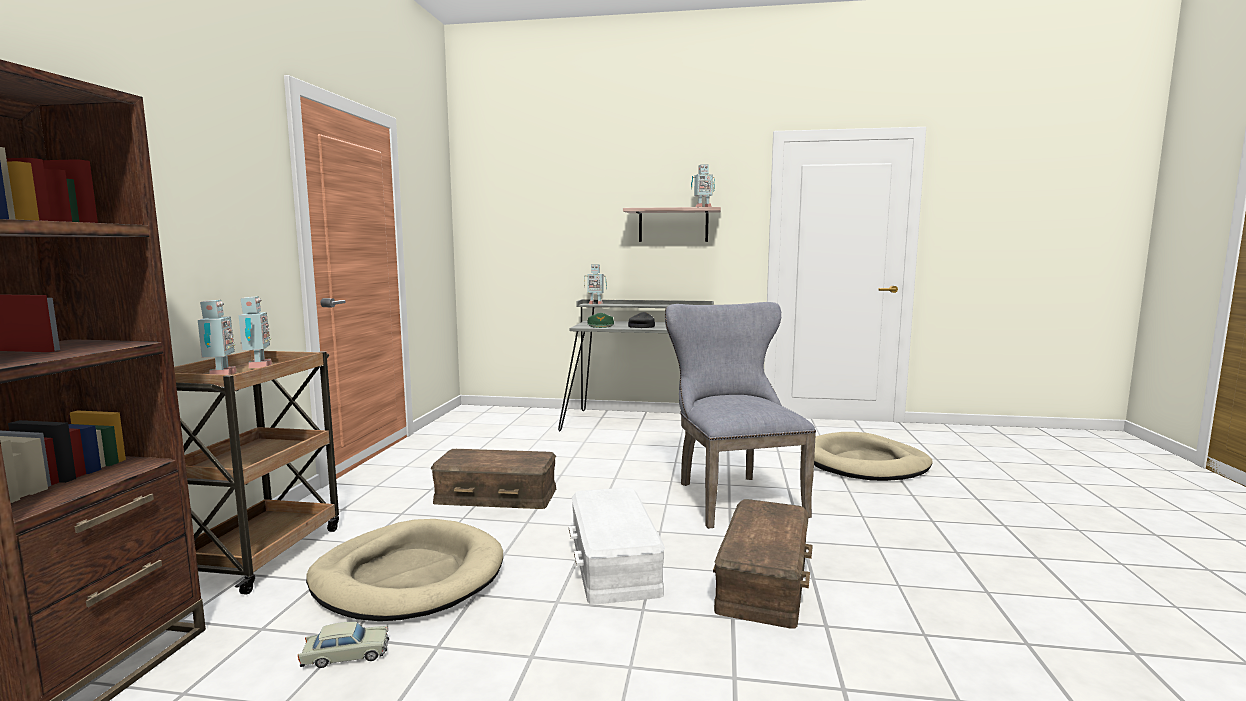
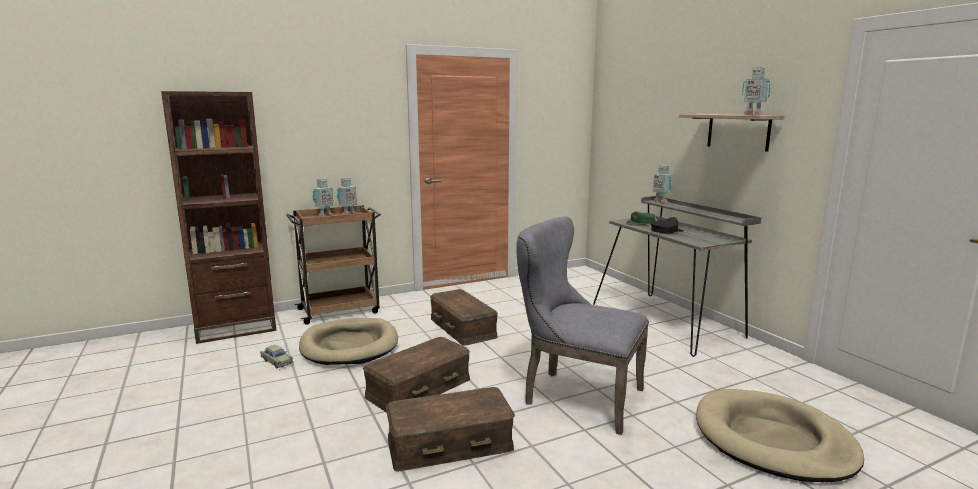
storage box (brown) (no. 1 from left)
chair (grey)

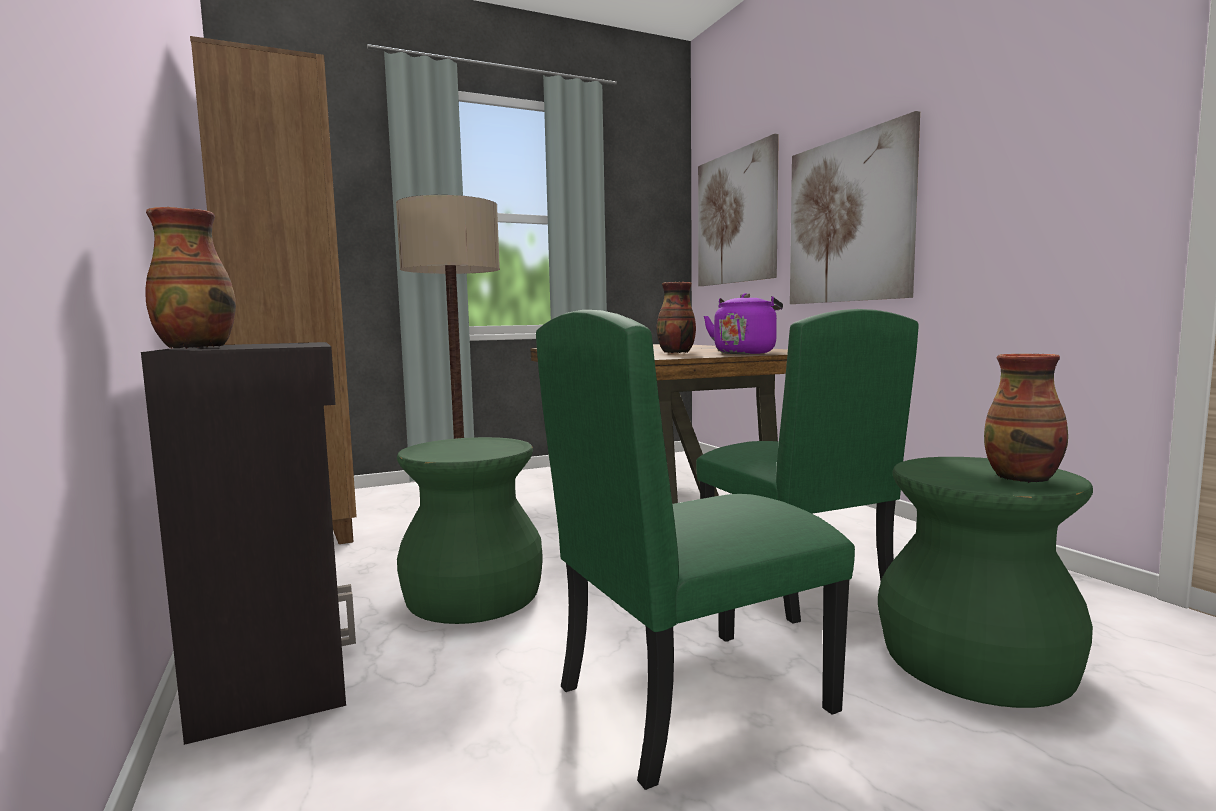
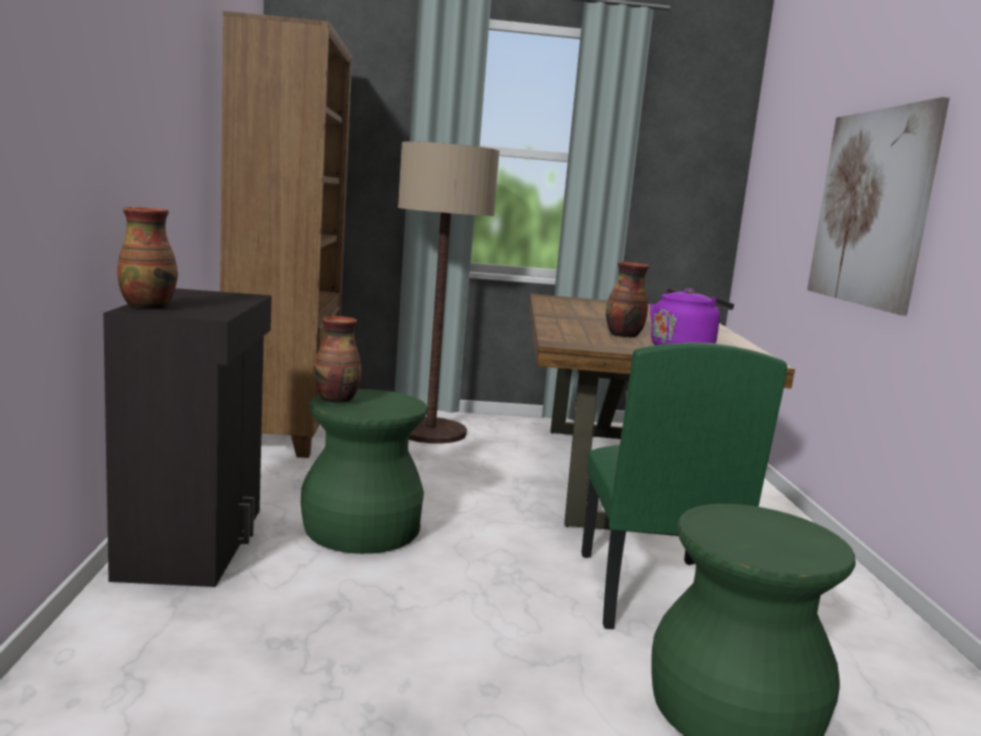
vase (no. 2 from left)
chair (green) (no. 1 from left in the first image)
picture (no. 1 from left in the first image)

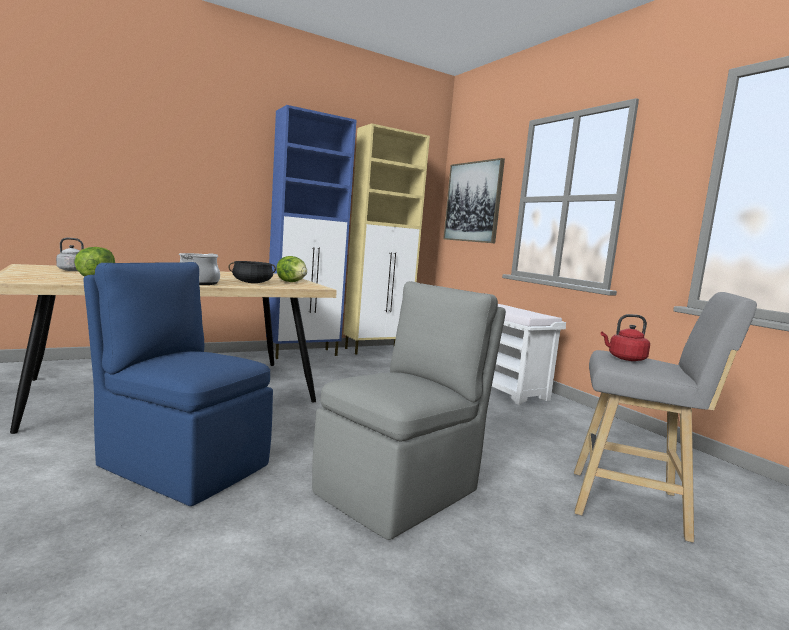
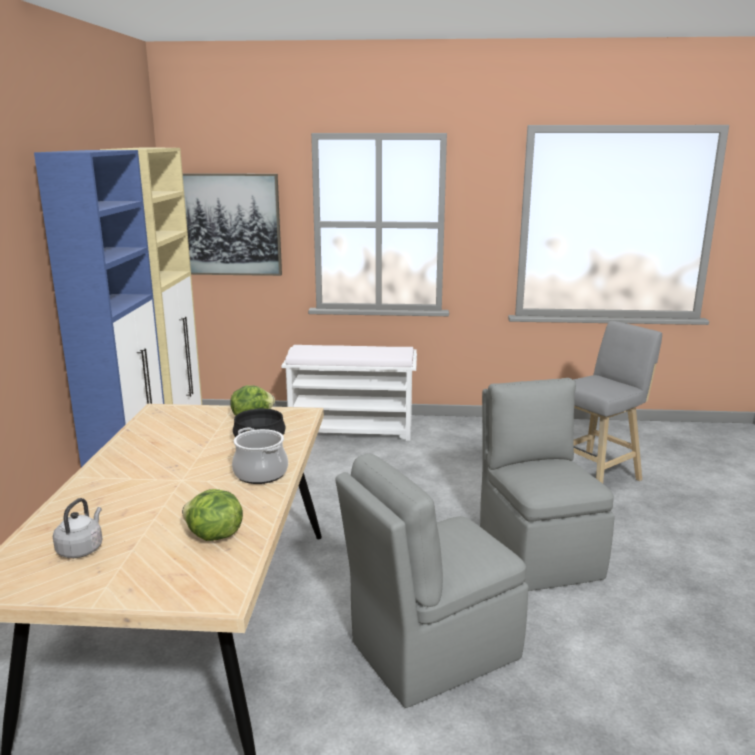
chair (grey) (no. 1 from left)
kettle (red)

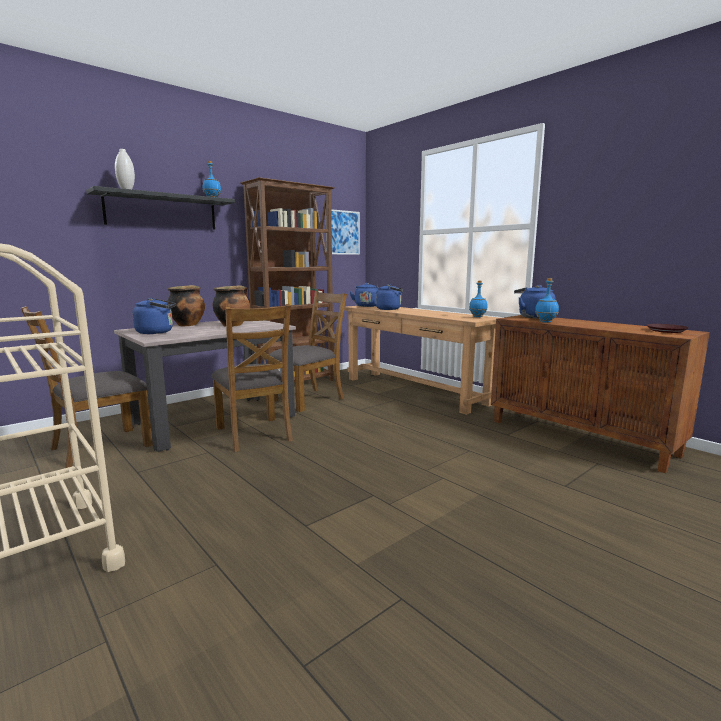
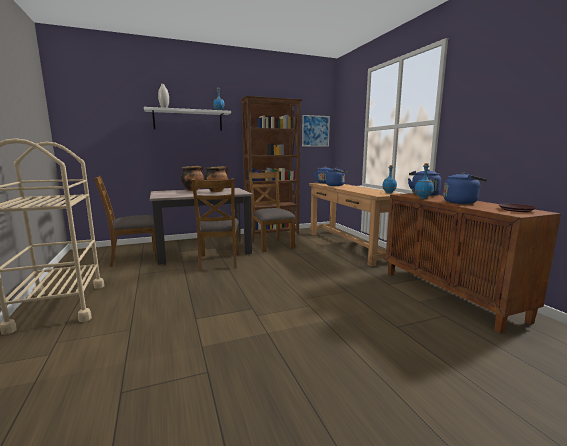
shelf (white)
chair (brown) (no. 3 from left)
kettle (blue) (no. 4 from left)

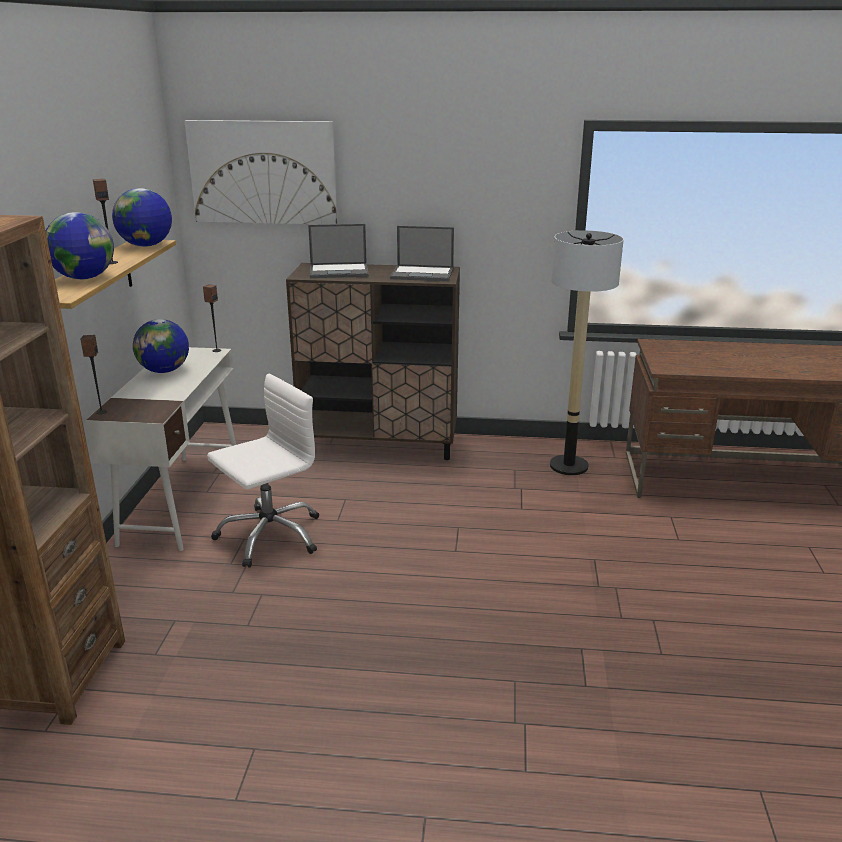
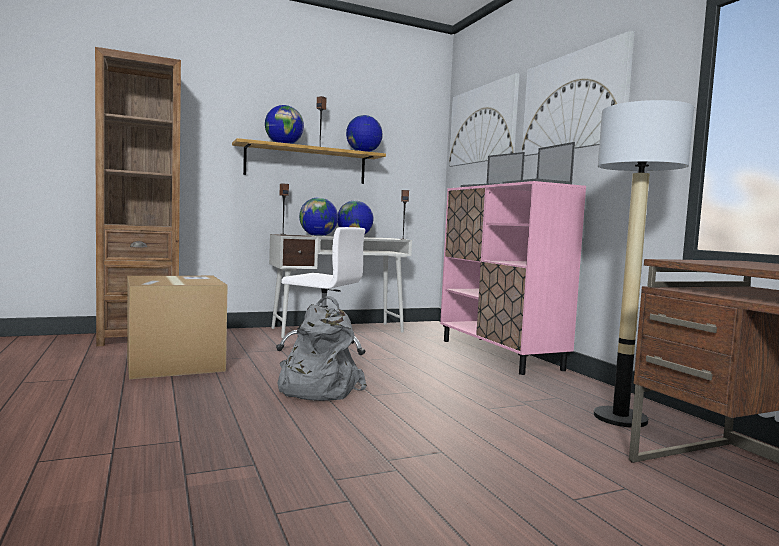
cardboard box
backpack (grey)
globe (no. 2 from left)
cabinet (pink)
picture (no. 2 from left)

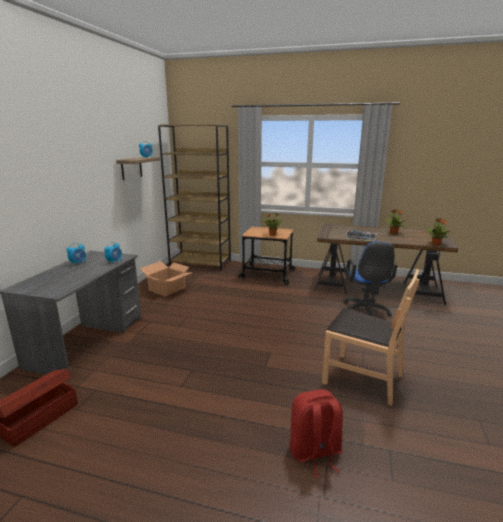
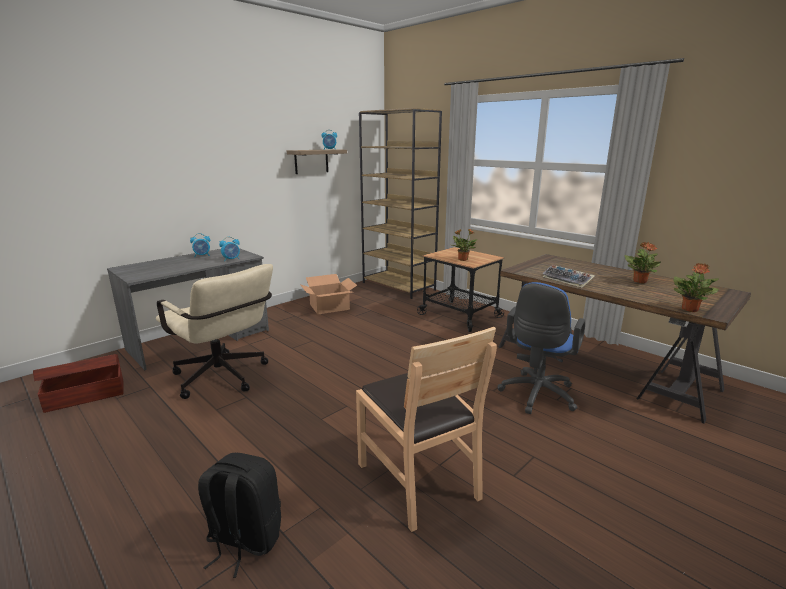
office chair (beige)
backpack (black)

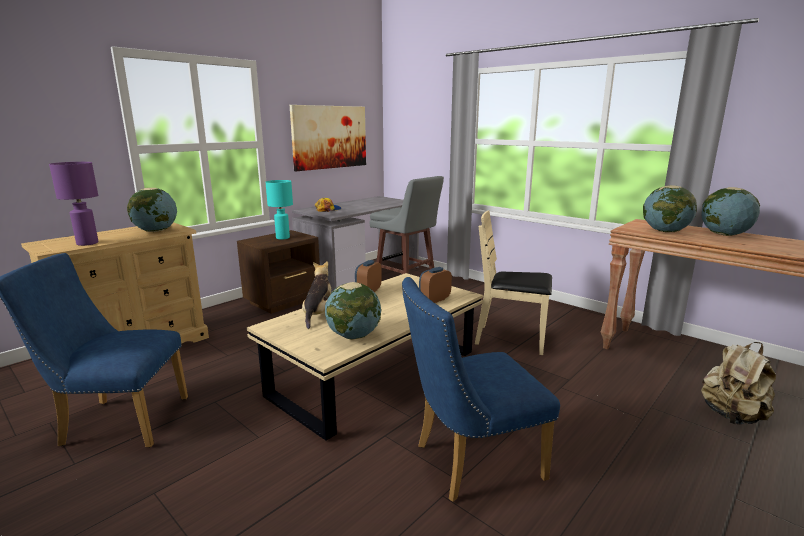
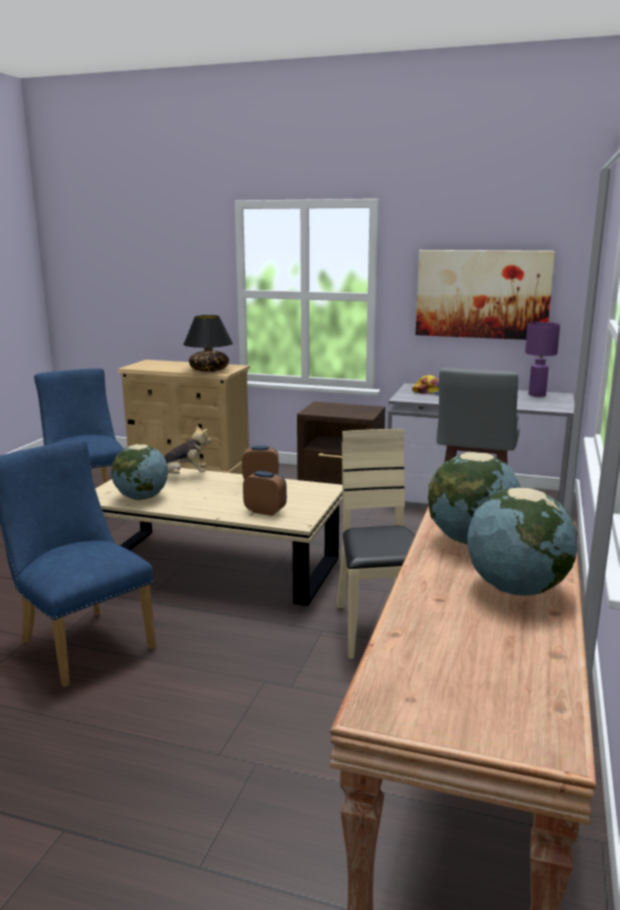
table lamp (black)
table lamp (purple)
table lamp (turquoise)
backpack (beige)

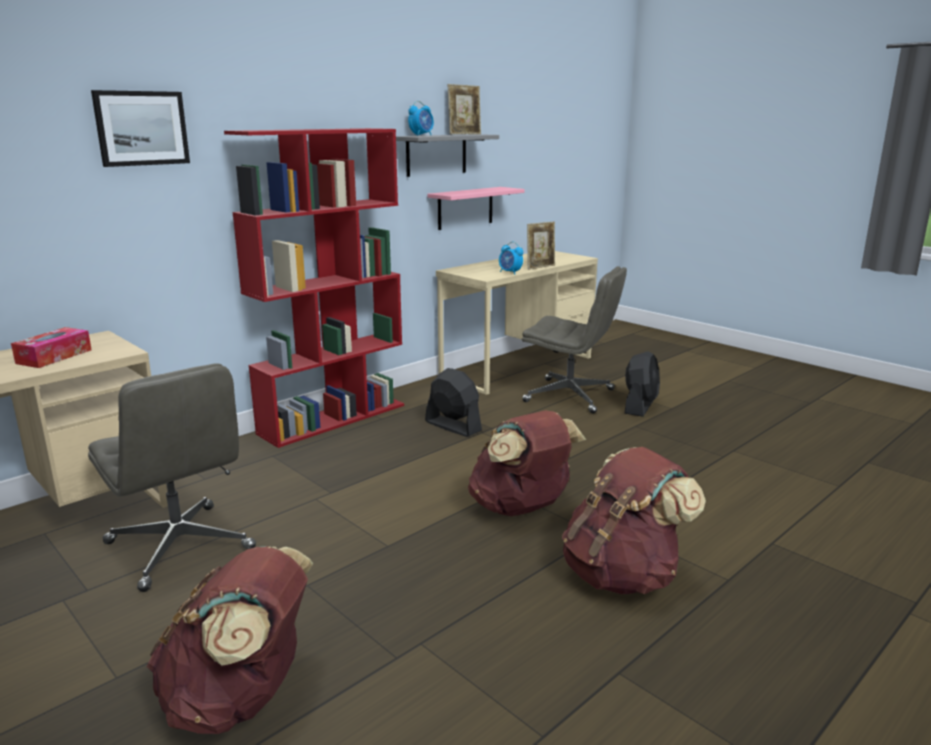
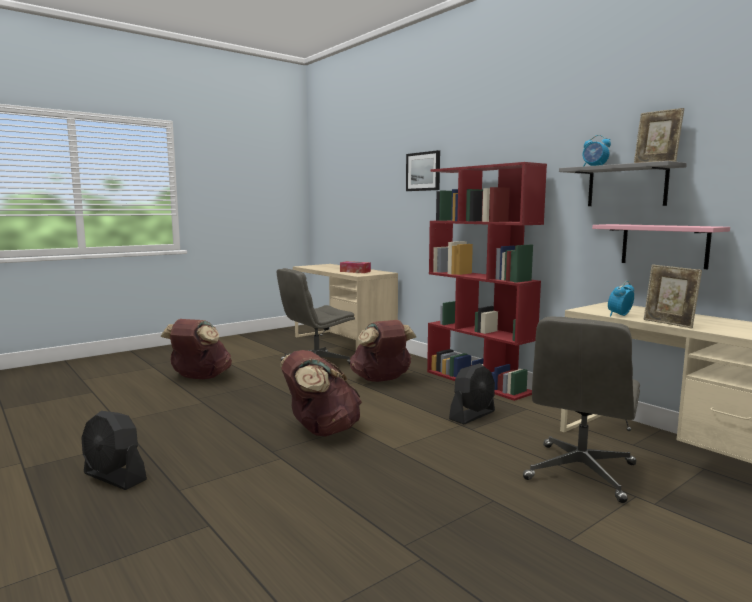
fan (black) (no. 1 from left)
backpack (brown) (no. 3 from left)

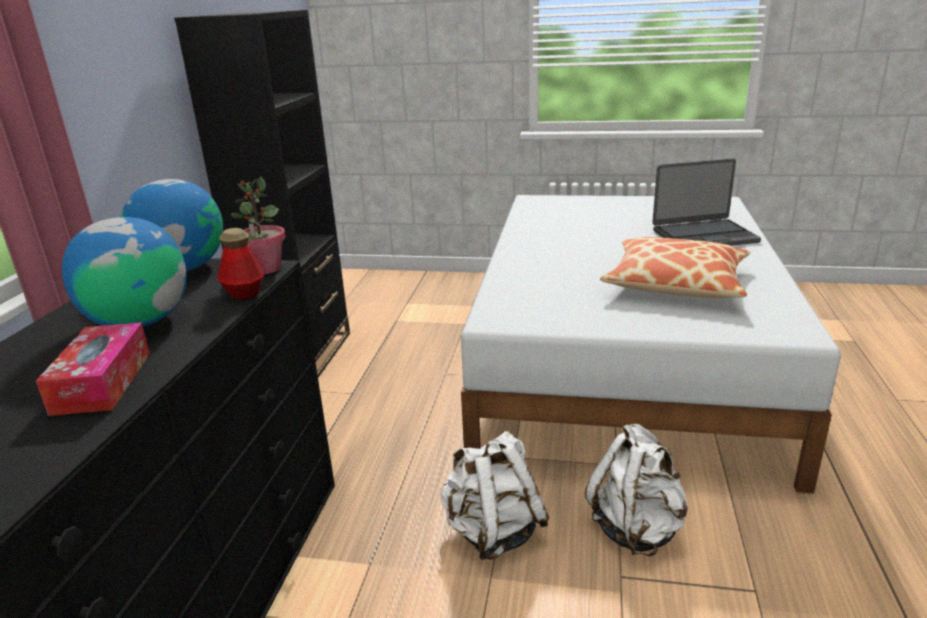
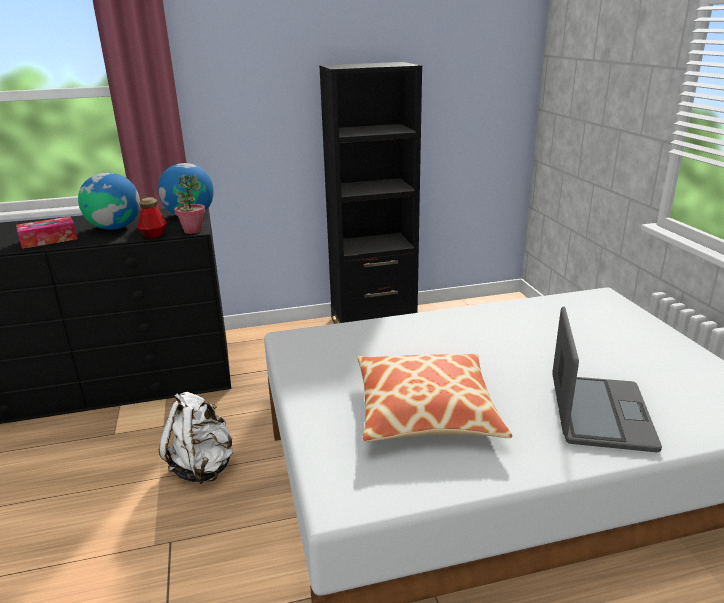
laptop
backpack (white) (no. 2 from left in the first image)

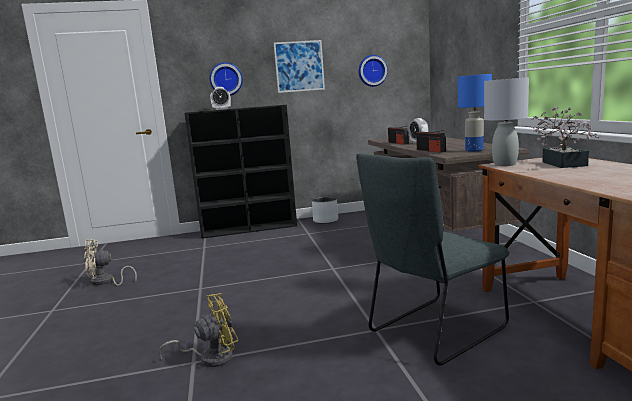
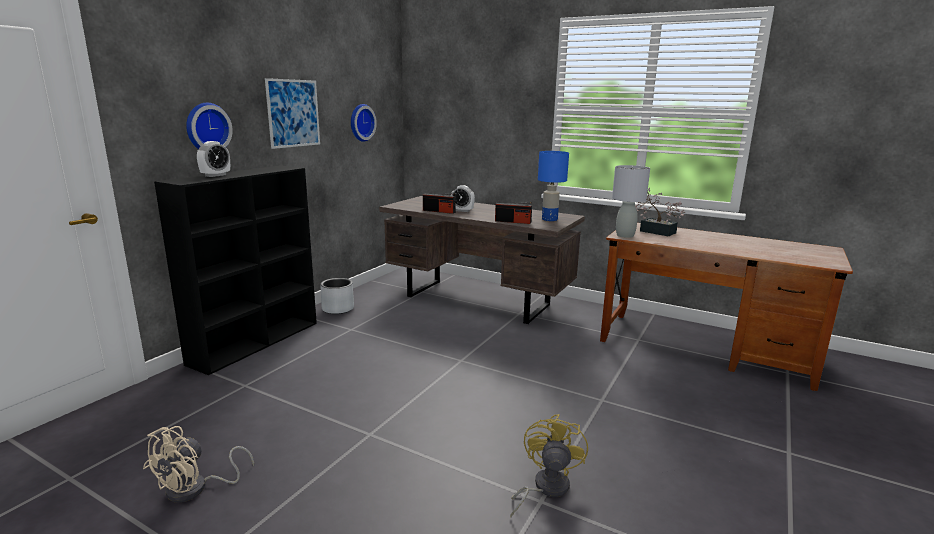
chair (grey)

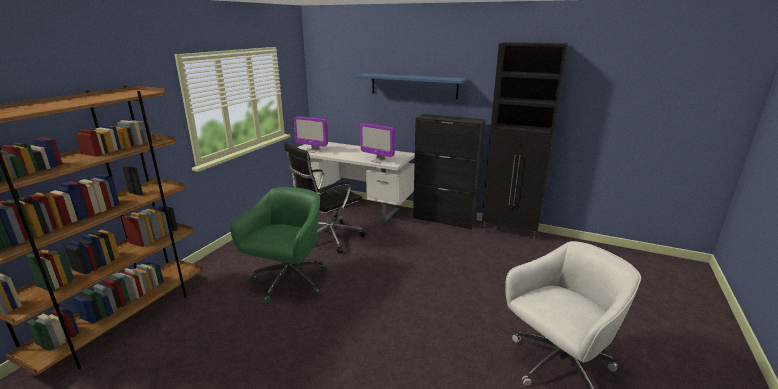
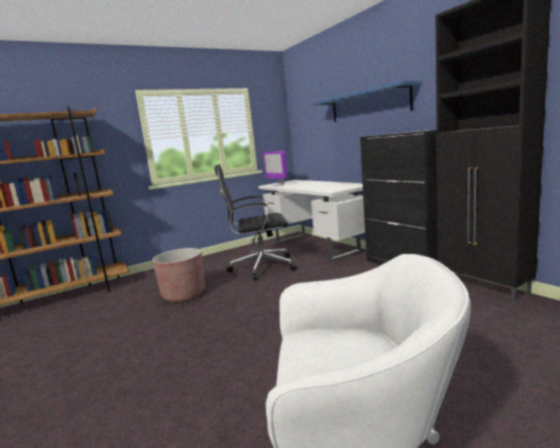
planter (brown)
monitor (no. 2 from left in the first image)

